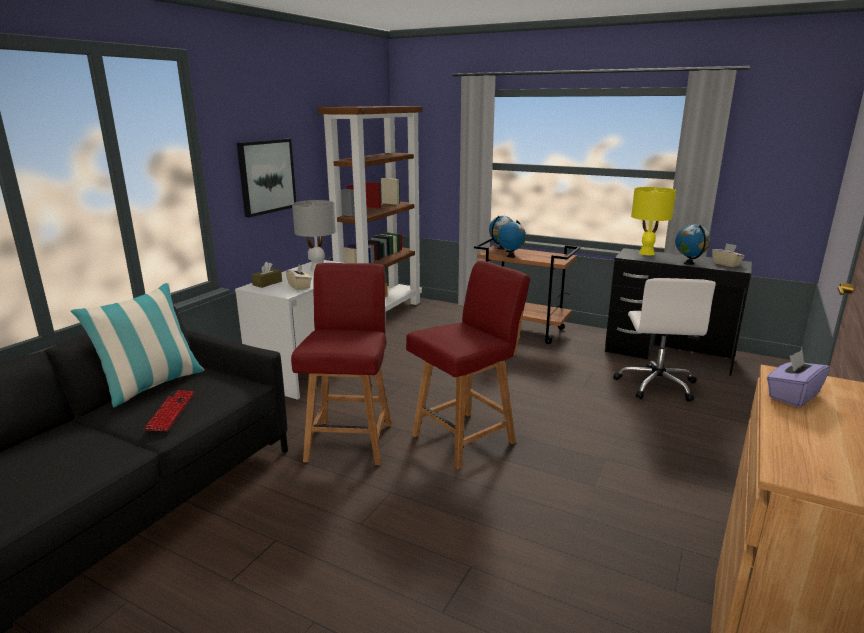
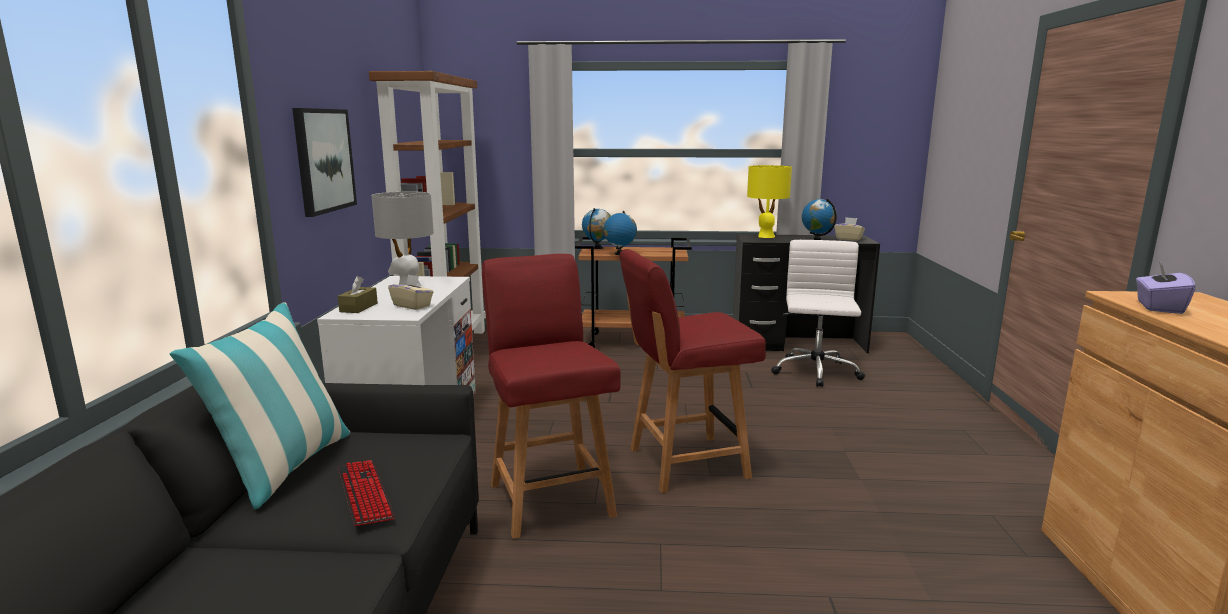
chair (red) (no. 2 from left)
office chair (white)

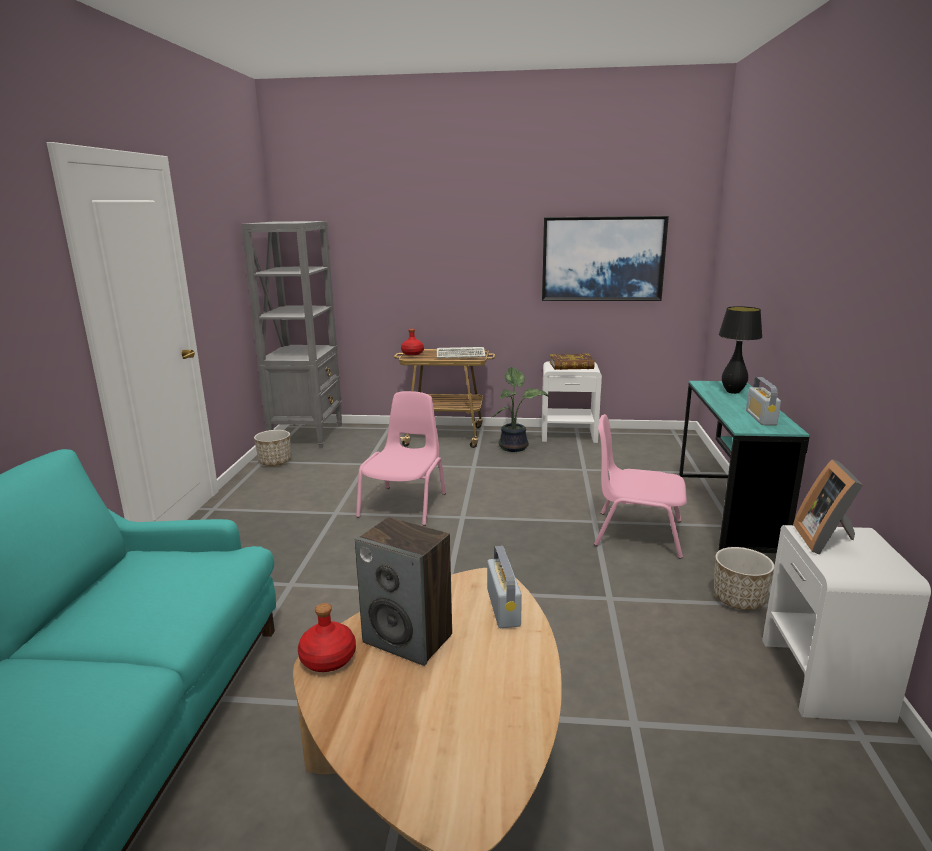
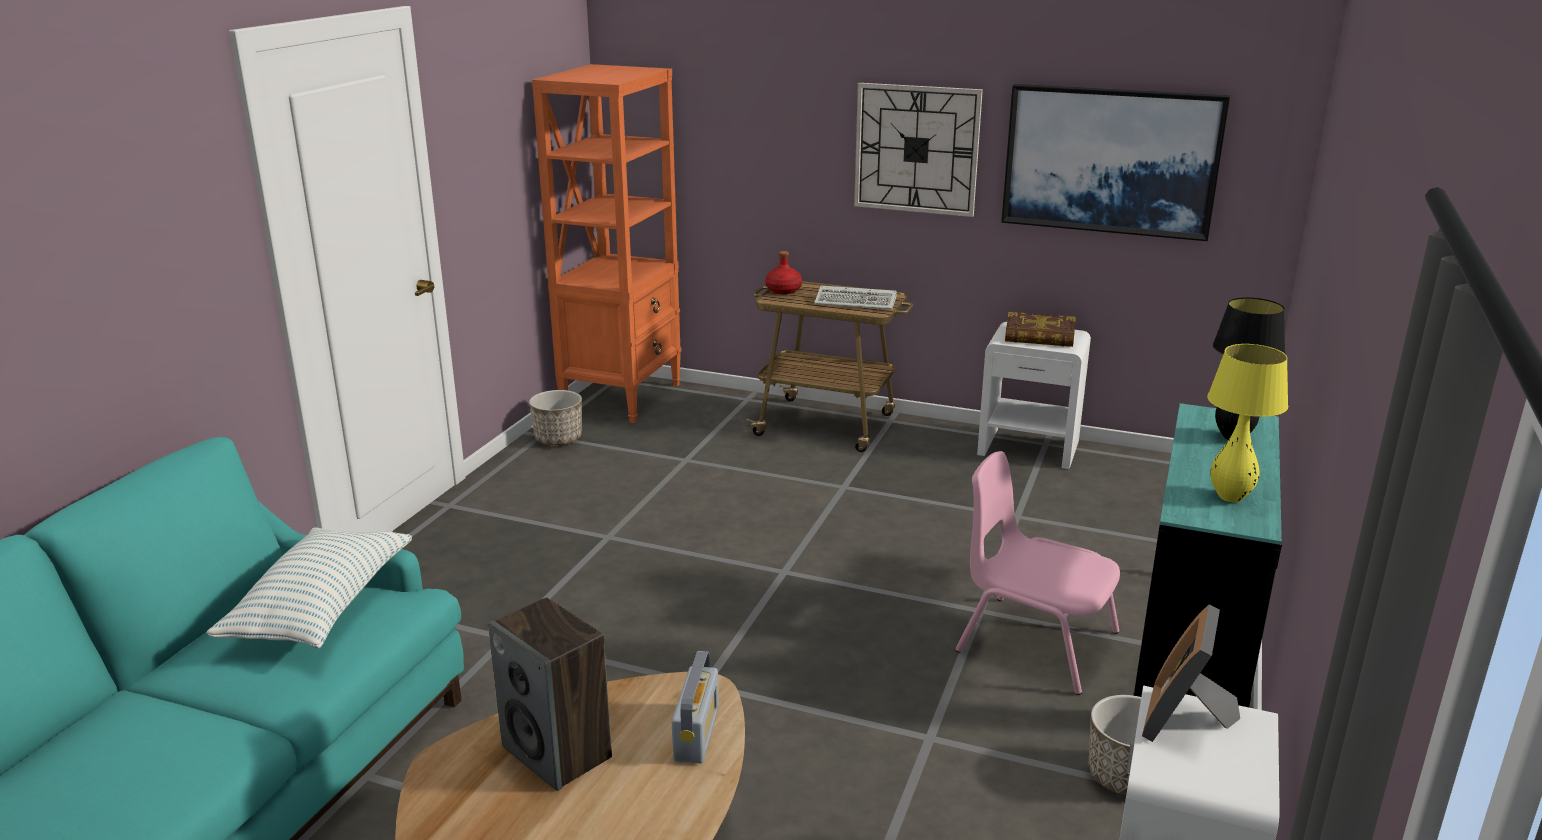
pillow
bookcase (orange)
wall clock
table lamp (yellow)
bottle (red) (no. 1 from left in the first image)
chair (pink) (no. 1 from left in the first image)
potted plant

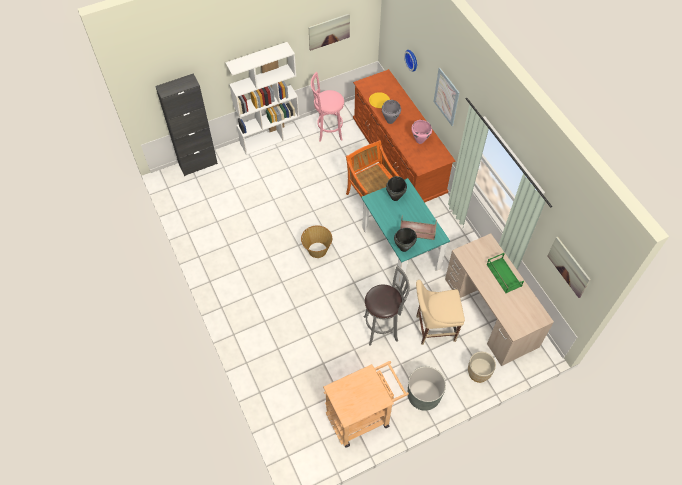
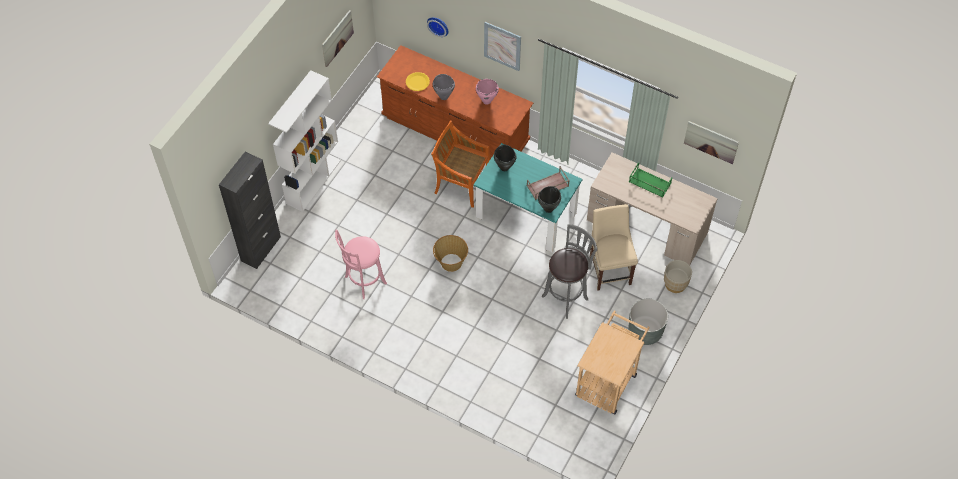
stool (pink)
chair (beige)

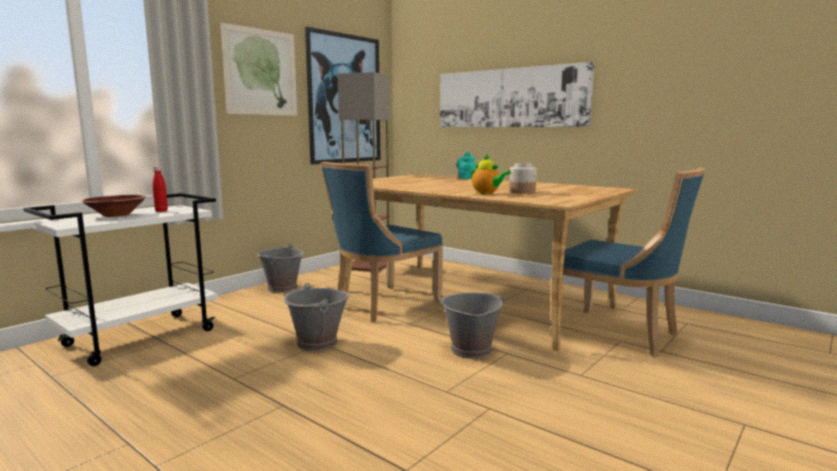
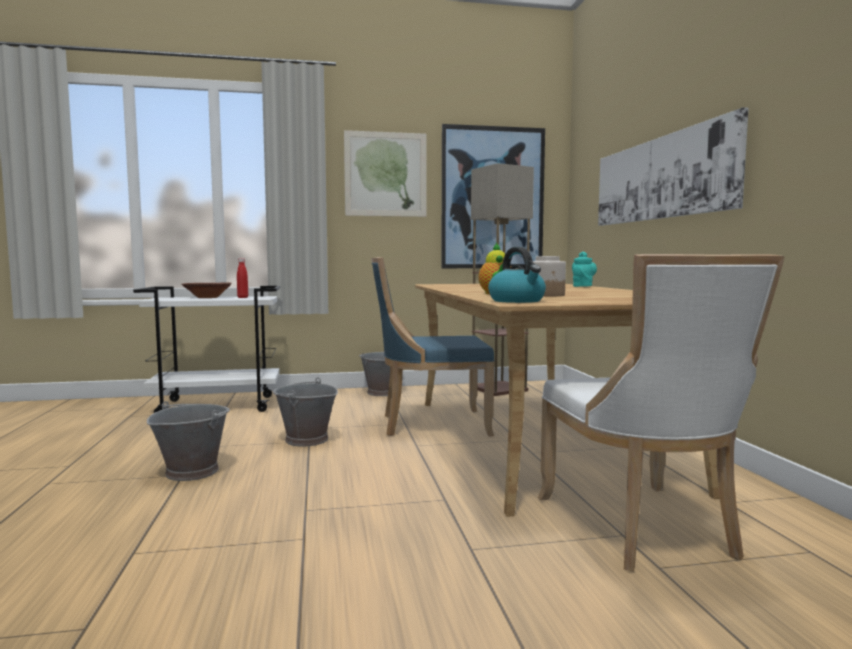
bucket (grey) (no. 1 from left)
kettle
chair (white)

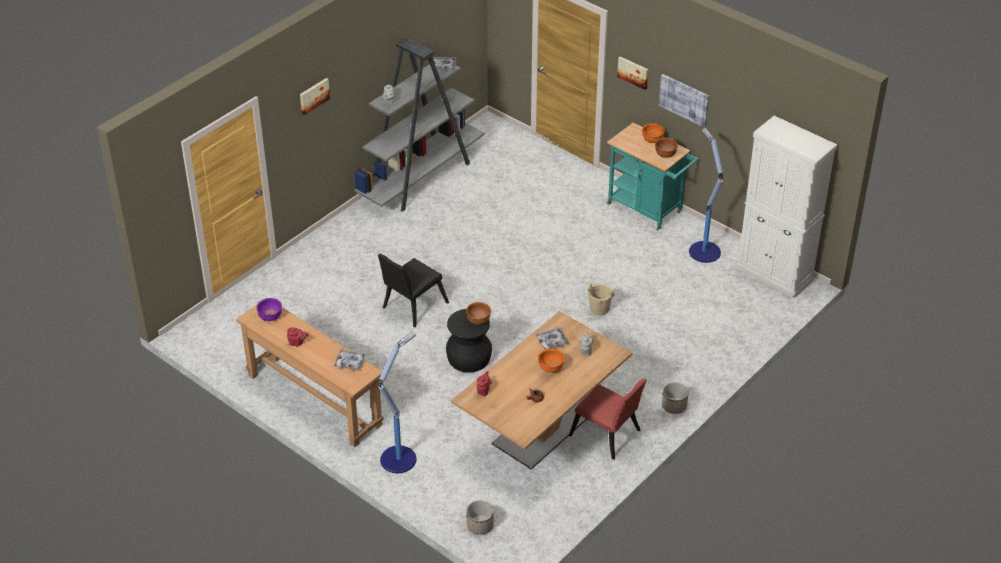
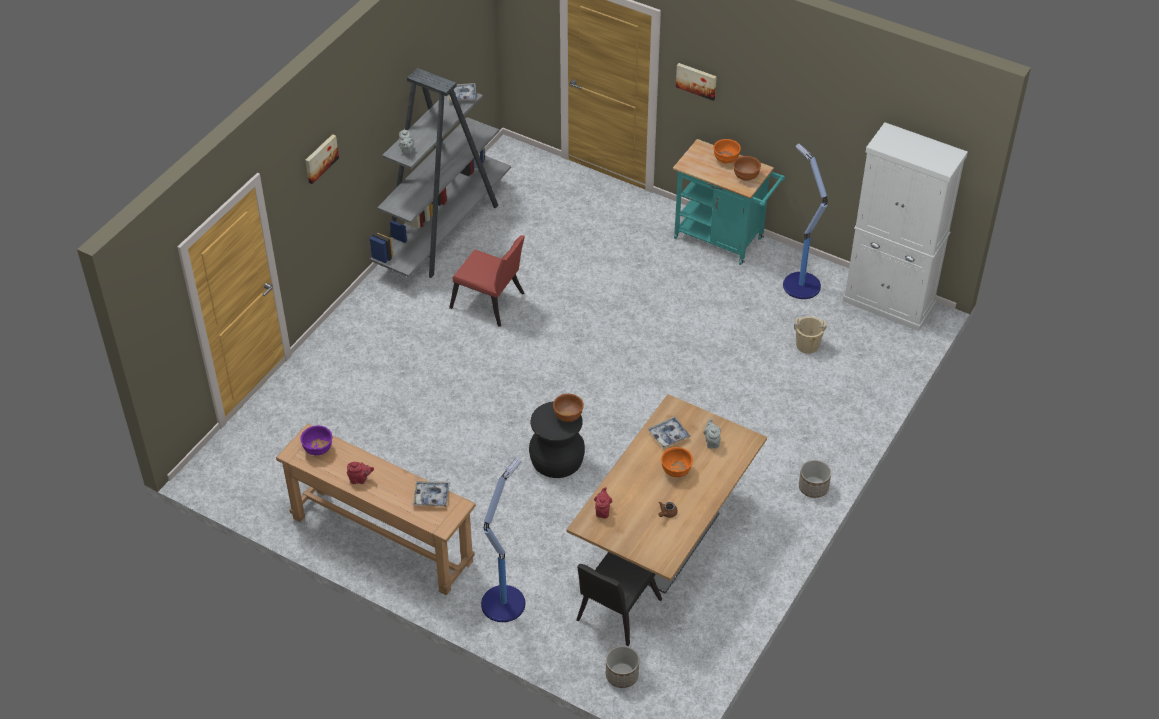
chair (red)
chair (black)
bucket (beige)
picture (no. 3 from left in the first image)

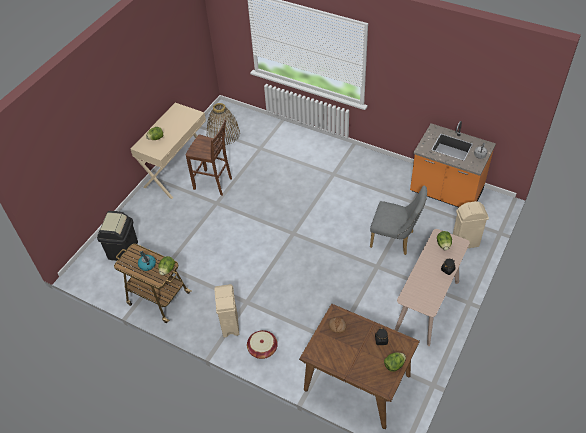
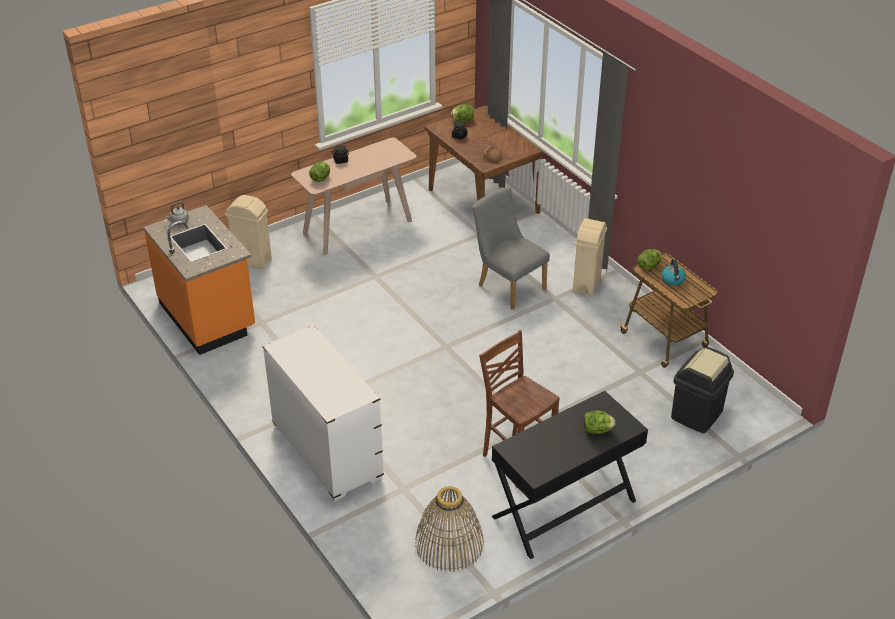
dresser (white)
chair (grey)
desk (black)
basket (no. 2 from left in the first image)

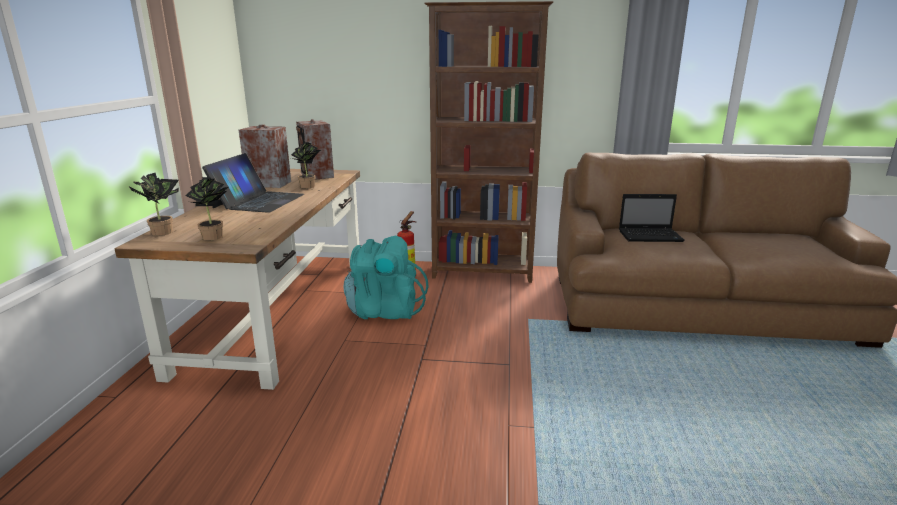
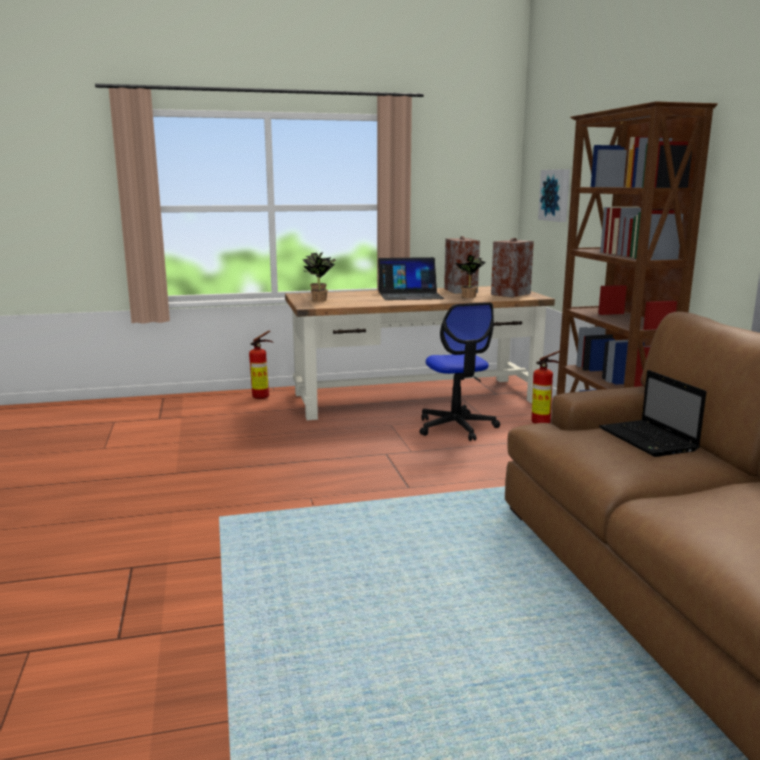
fire extinguisher (no. 1 from left)
office chair
picture

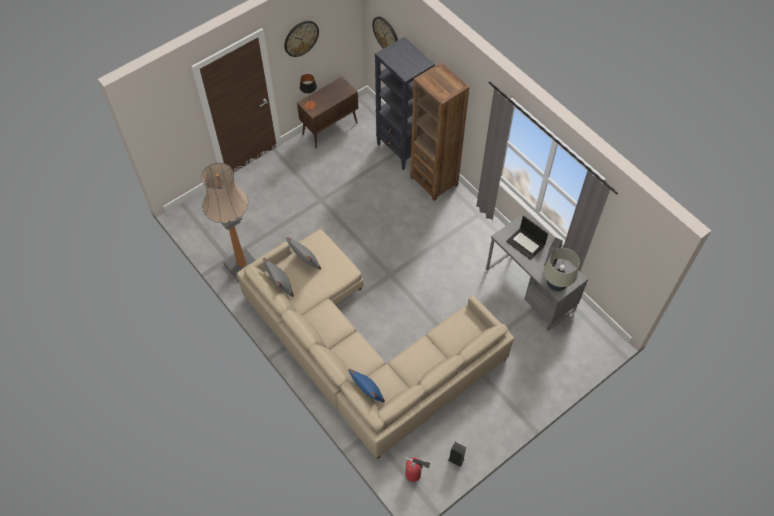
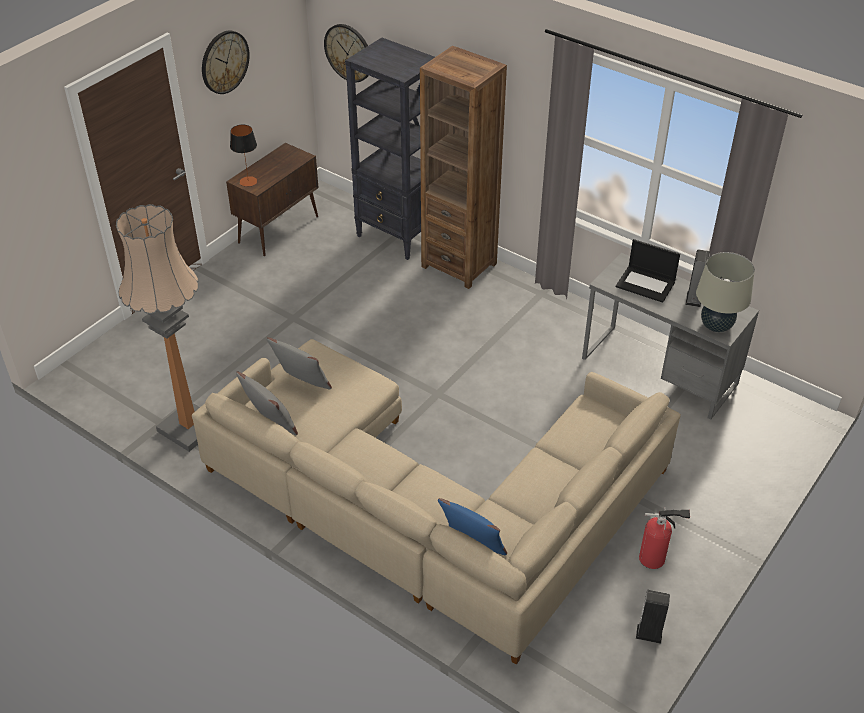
fire extinguisher

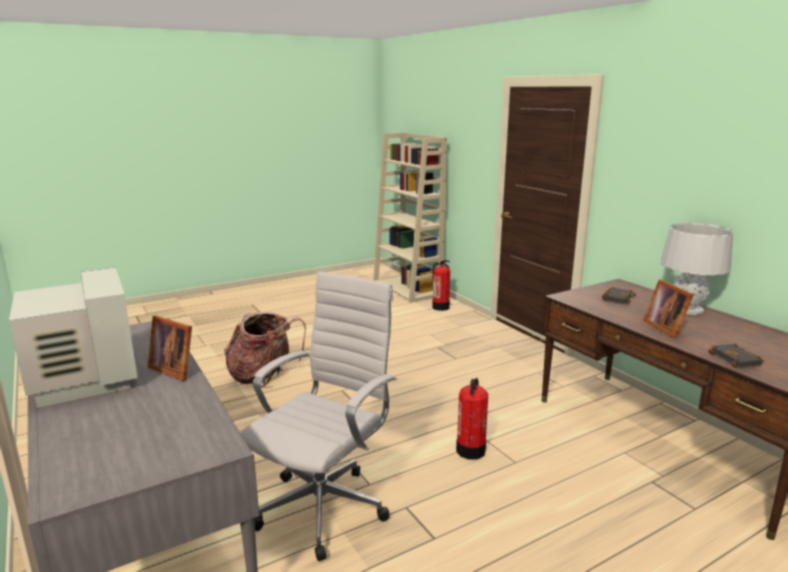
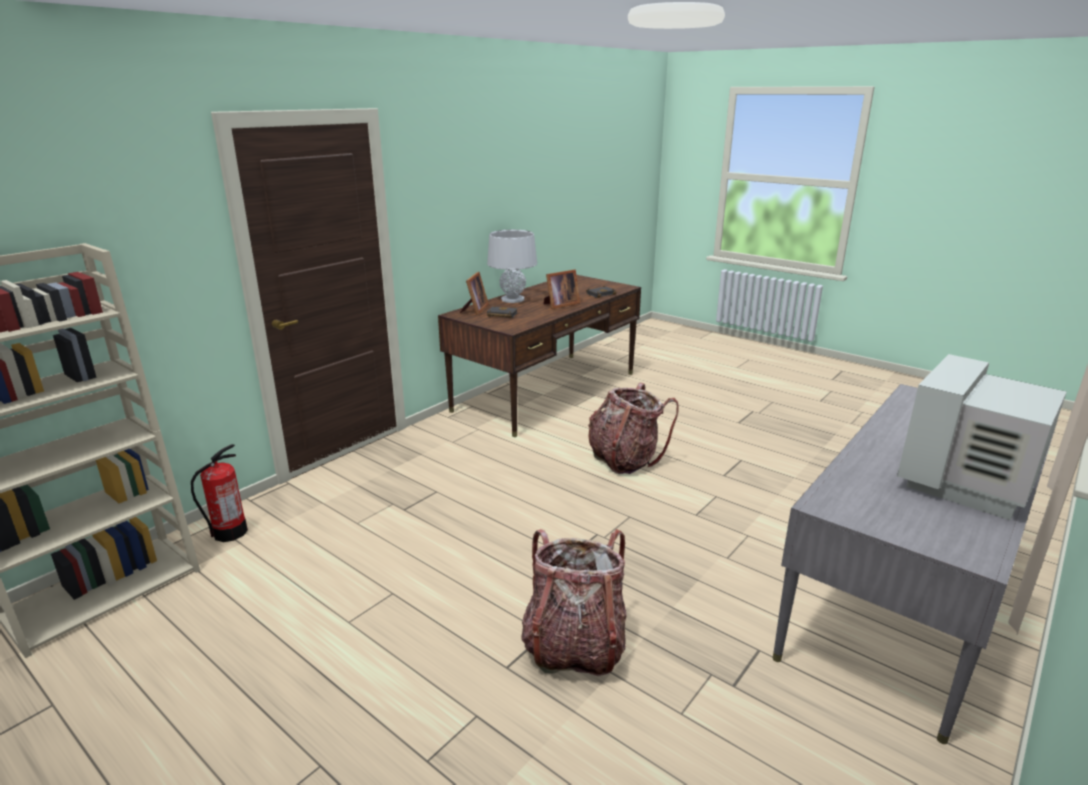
picture frame (no. 1 from left)
backpack (no. 2 from left)
office chair (white)

